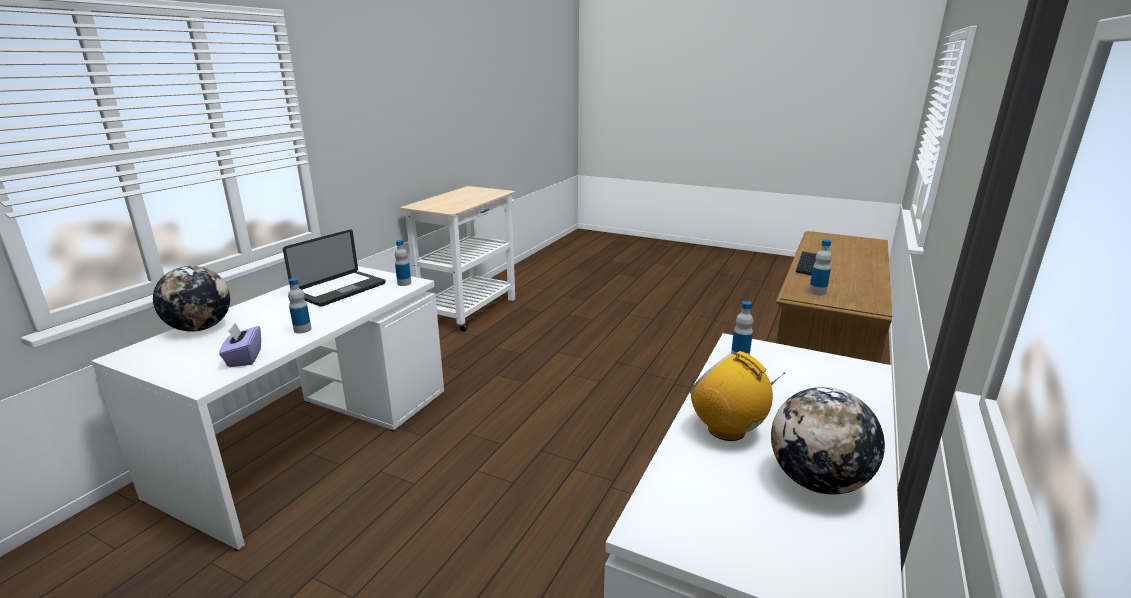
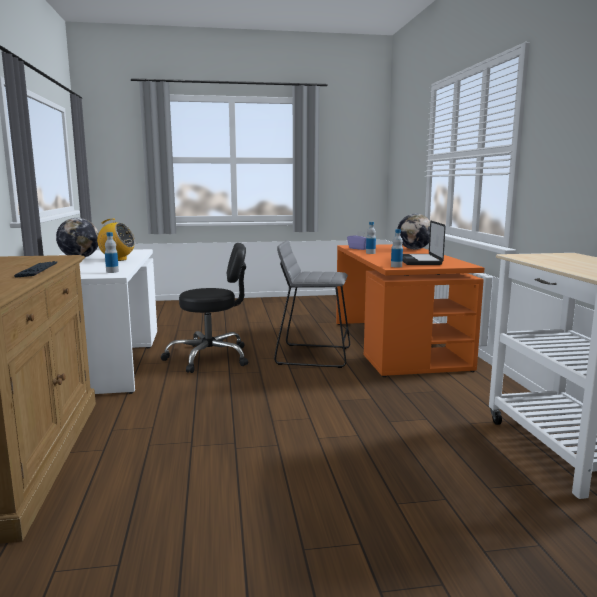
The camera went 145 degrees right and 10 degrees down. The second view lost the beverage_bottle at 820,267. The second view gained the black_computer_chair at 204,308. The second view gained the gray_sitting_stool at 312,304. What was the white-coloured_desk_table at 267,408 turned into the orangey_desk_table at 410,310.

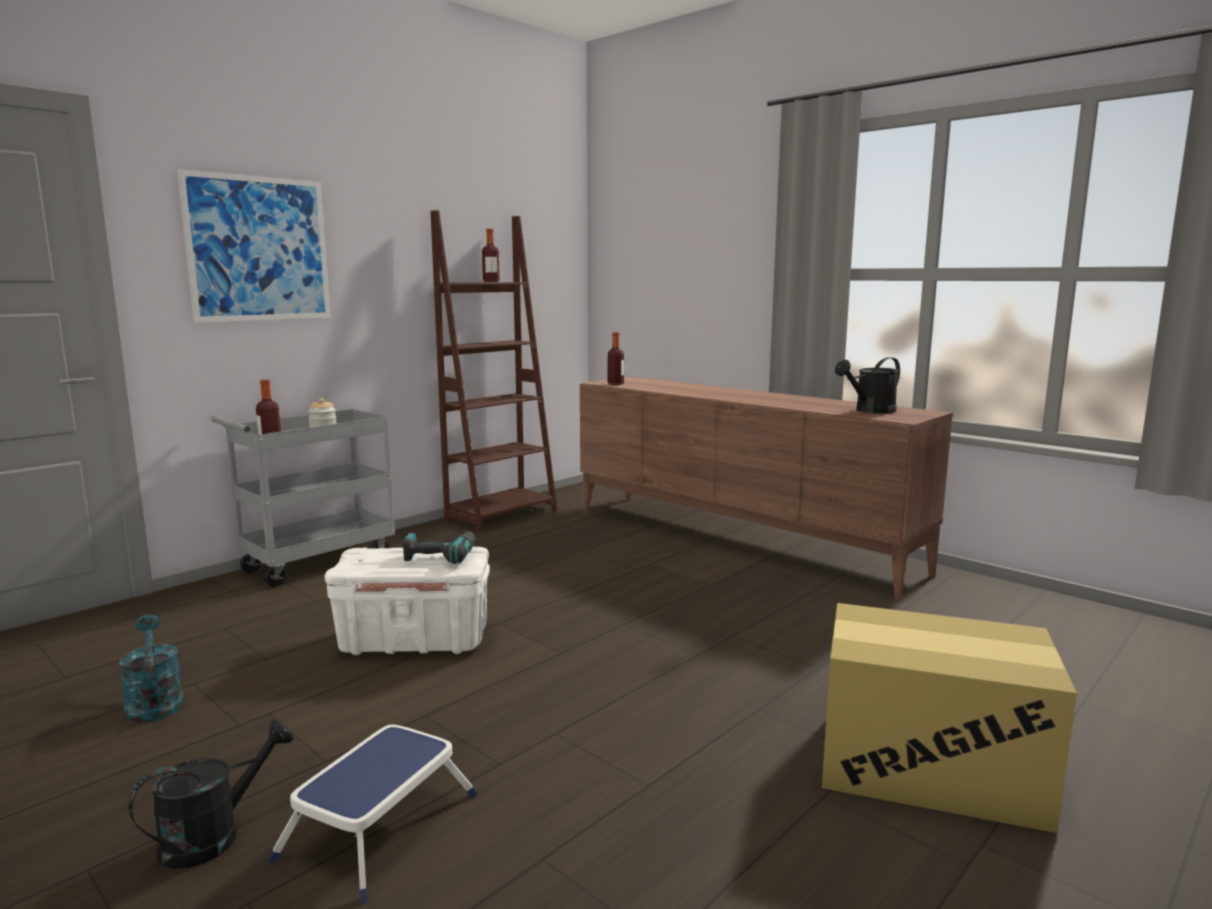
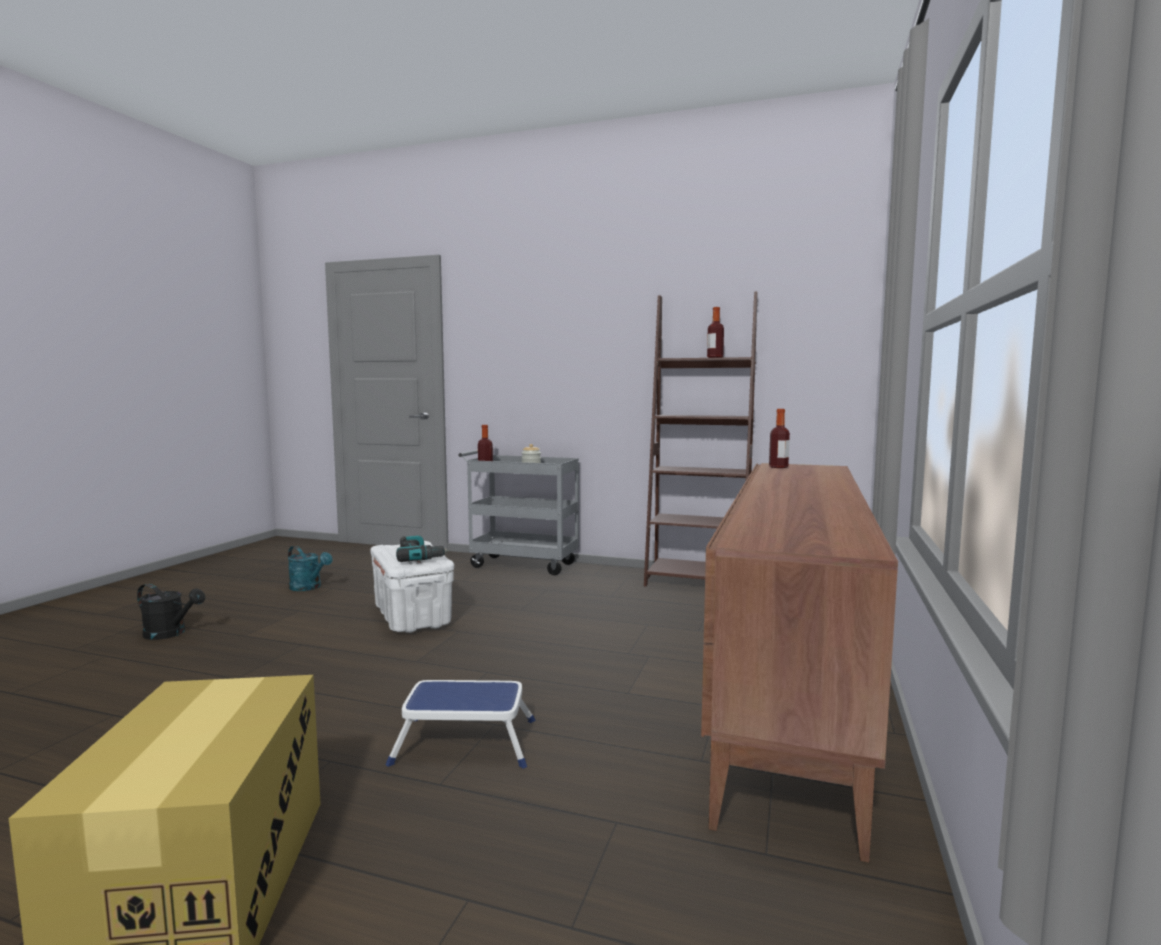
The camera went 65 degrees right and 5 degrees down. The second view lost the picture at 254,246. The second view lost the black_watering_pot at 867,385. The blue_stepladder ended up elsewhere, having gone from 373,814 to 461,724. The blue-green_watering_pot at 151,668 ended up facing another way, 90 degrees clockwise from before.

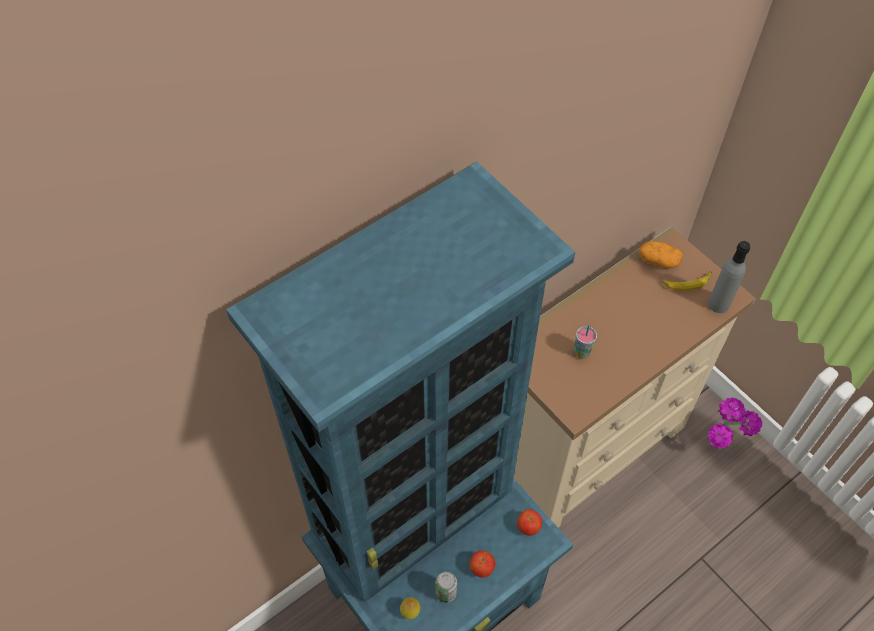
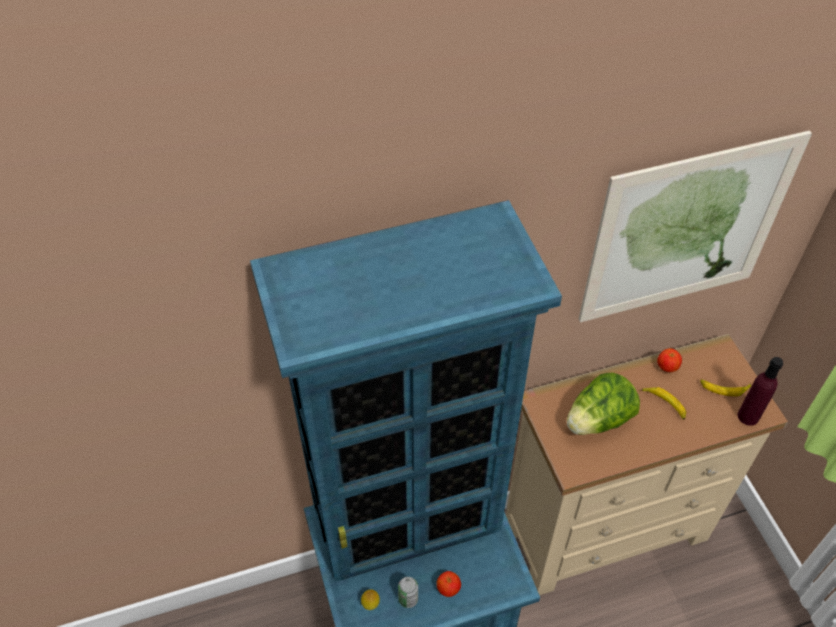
The camera went 20 degrees right and 5 degrees down. The second view lost the potato at 661,254. The second view lost the plant_in_a_pot at 735,423. The second view gained the picture at 695,226. The second view gained the whole_banana at 664,403. The whole_apple ended up elsewhere, having gone from 529,522 to 669,360. Where the drinking_cup stood at 585,342, the lettuce came to stand at 603,404. What was the gray_beverage_bottle at 729,277 turned into the purple_beverage_bottle at 760,391.

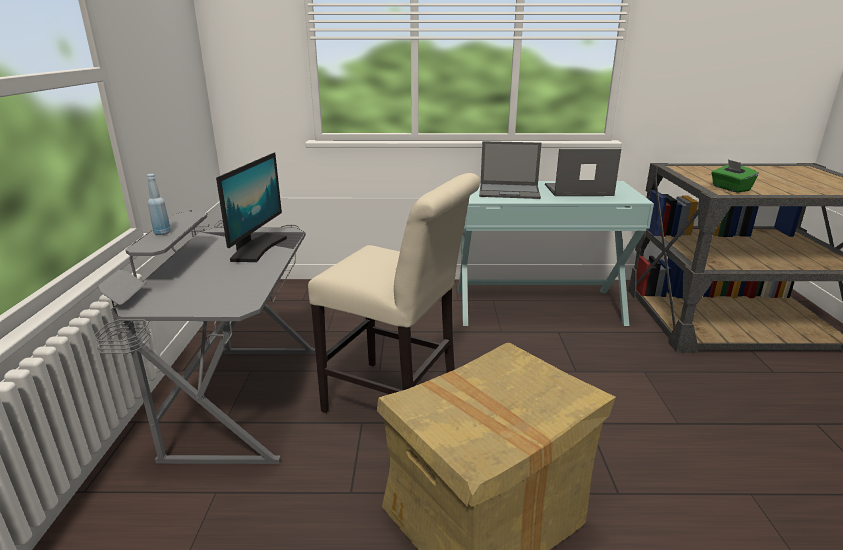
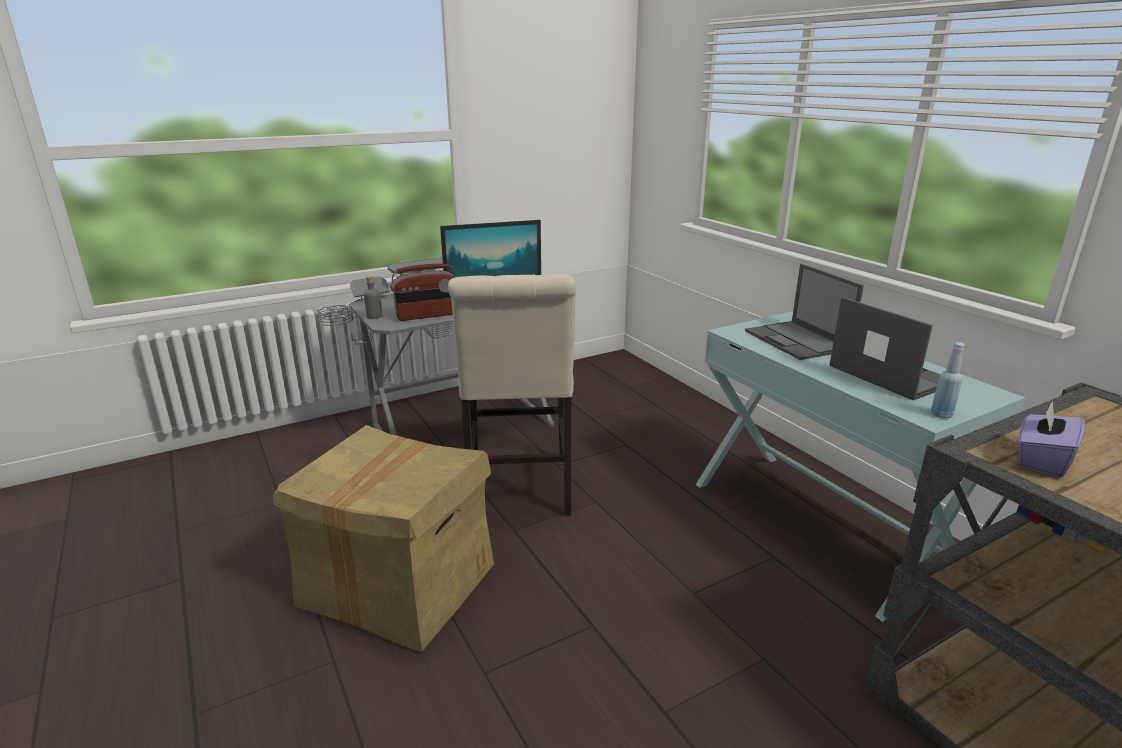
The camera went 60 degrees right and 0 degrees up. The second view gained the gray_beverage_bottle at 373,297. The second view gained the radio_receiver at 423,292. The blue_beverage_bottle ended up elsewhere, having gone from 159,204 to 948,380. What was the green_tissue_holder at 735,176 turned into the purple_tissue_holder at 1051,439.

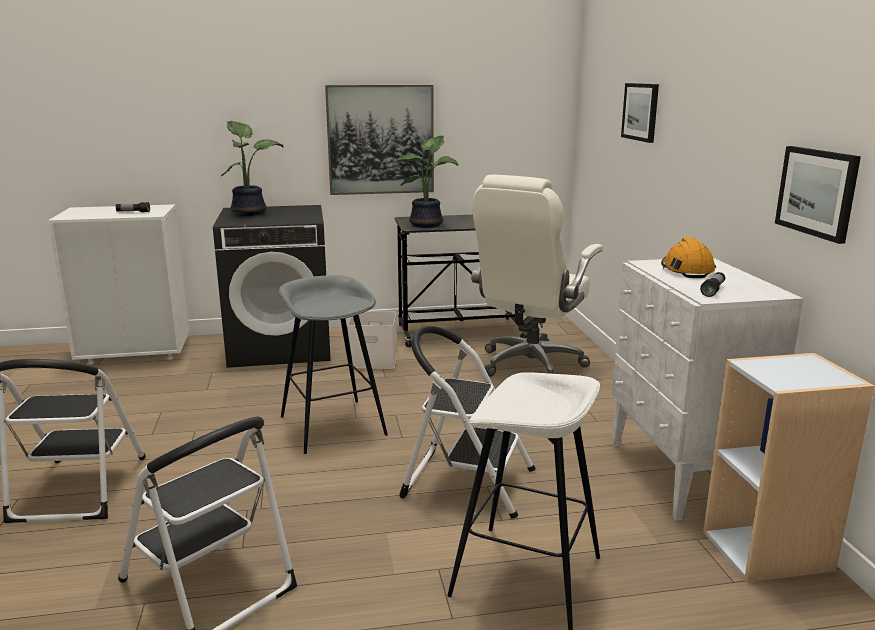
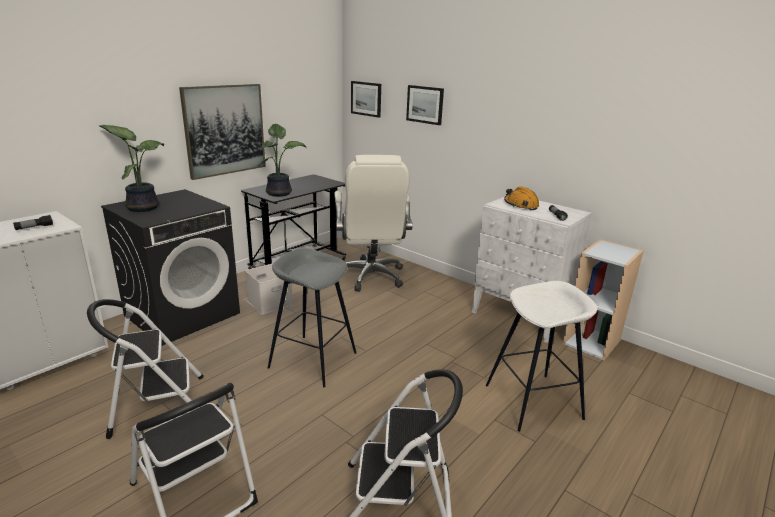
The camera went 40 degrees left and 5 degrees up. The stepladder ended up elsewhere, having gone from 467,422 to 145,369. The picture ended up elsewhere, having gone from 818,195 to 366,99.

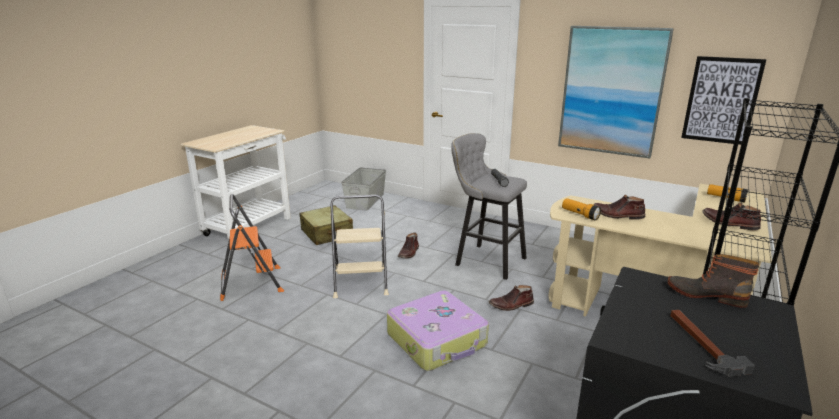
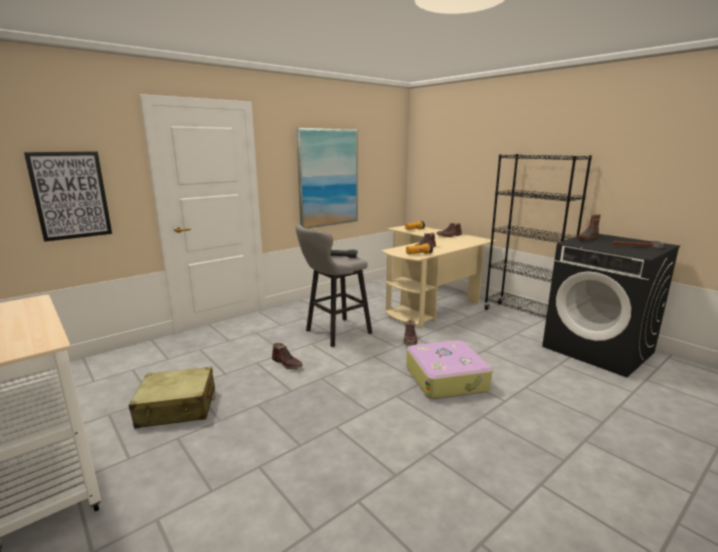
The camera went 70 degrees left and 5 degrees down. The second view lost the orangey_stepladder at 252,247. The second view lost the beige_stepladder at 359,246. The second view lost the gray_storage_container at 363,189. The picture ended up elsewhere, having gone from 723,100 to 68,196.

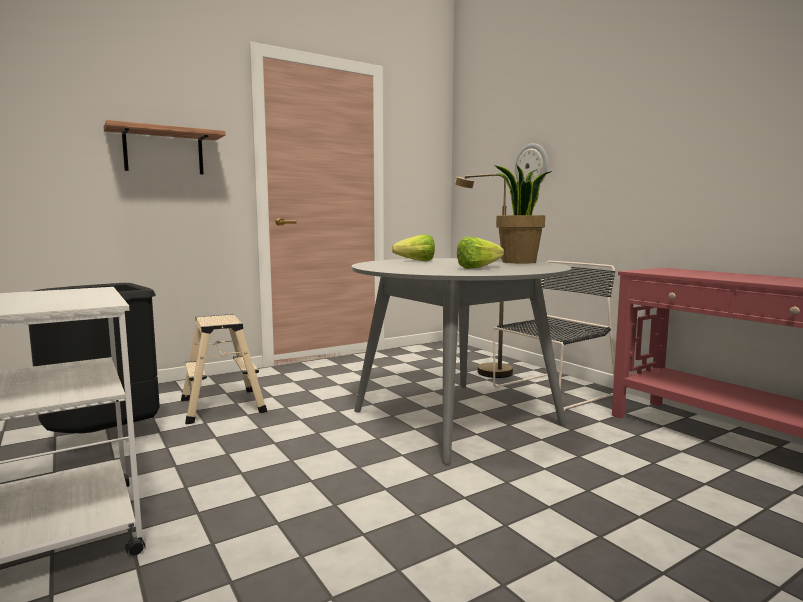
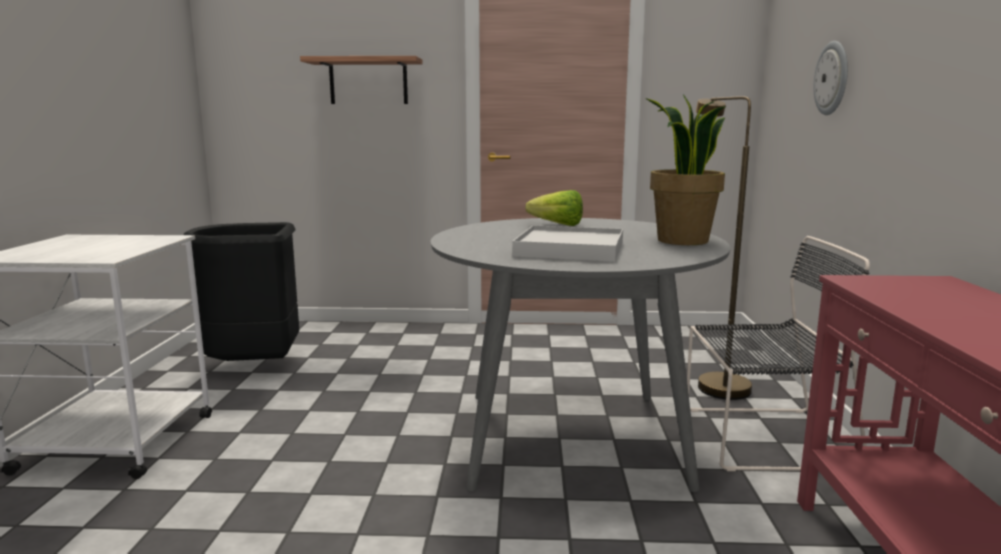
The camera went 35 degrees right and 5 degrees up. The second view lost the beige_stepladder at 224,369. Where the lettuce stood at 480,253, the white-coloured_tray came to stand at 567,243.

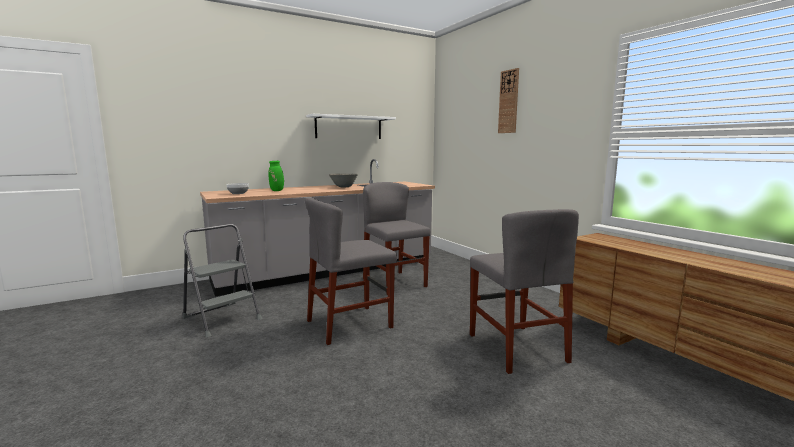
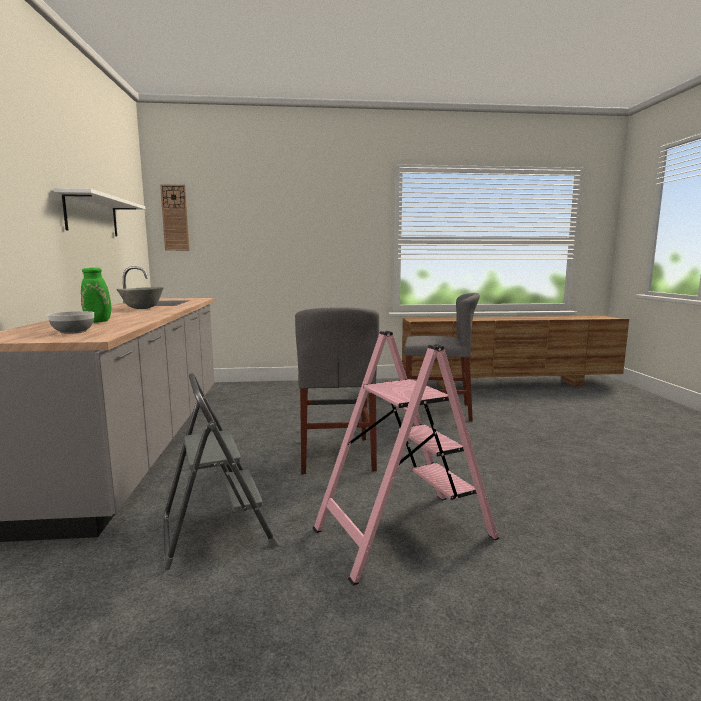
The camera went 65 degrees left and 0 degrees up. The second view lost the gray_upright_chair at 396,238. The second view gained the pinkish_stepladder at 406,458. The wall_clock ended up elsewhere, having gone from 508,100 to 175,217.

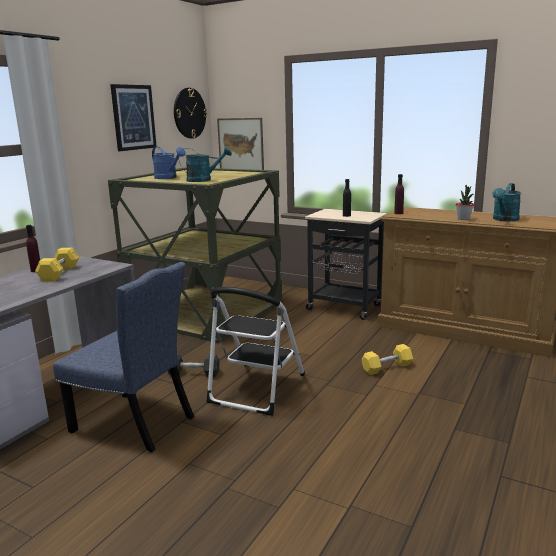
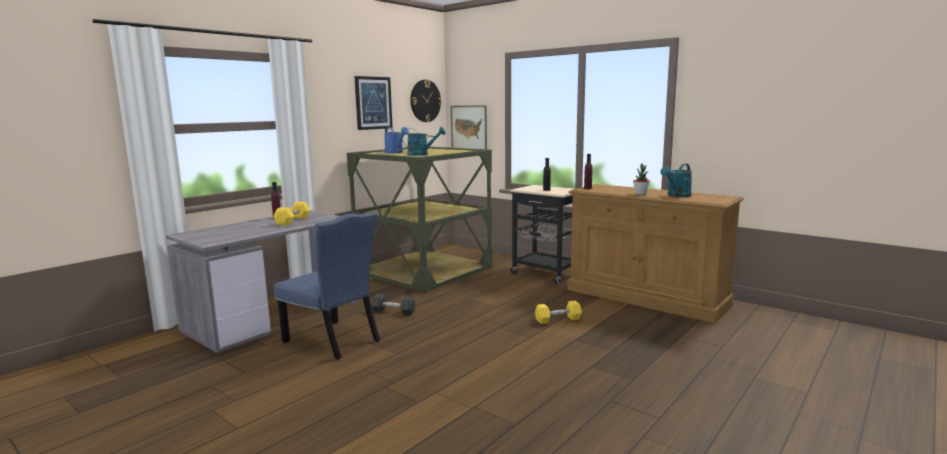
The camera went 10 degrees right and 5 degrees down. The second view lost the stepladder at 256,351.

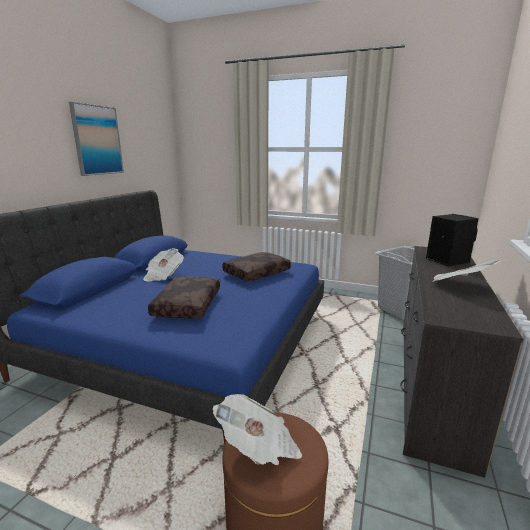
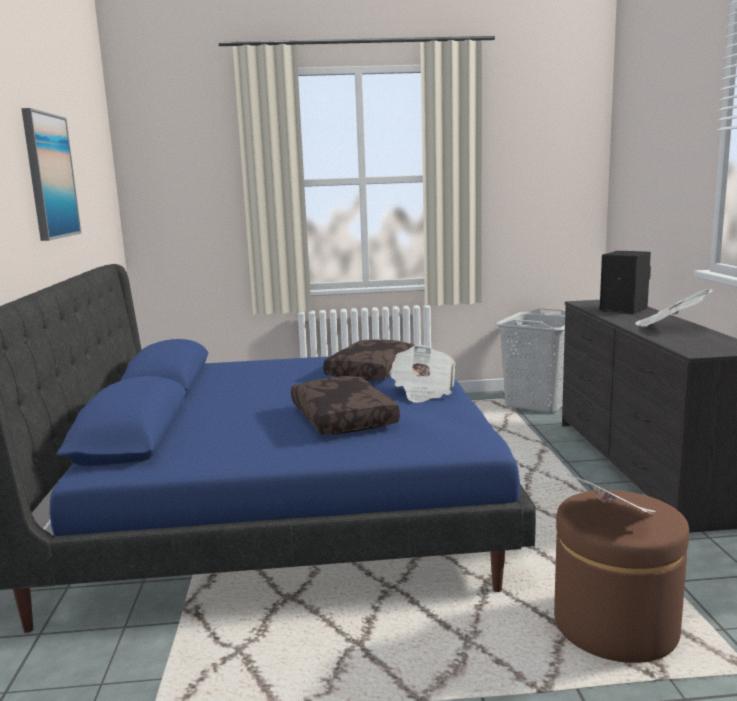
The camera went 25 degrees left and 5 degrees down. The daily_paper ended up elsewhere, having gone from 163,264 to 422,374.

